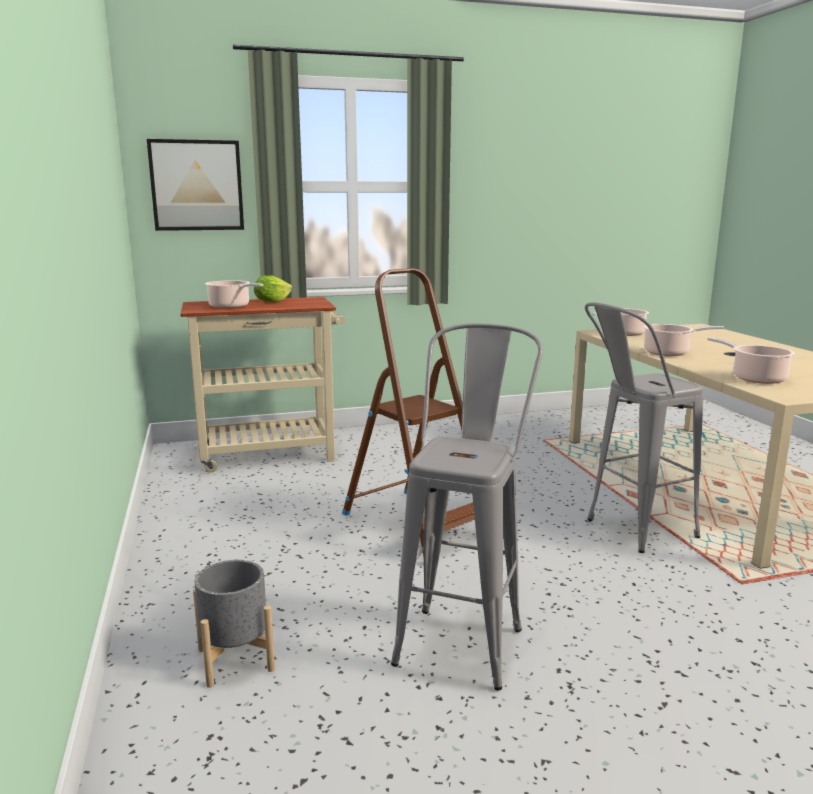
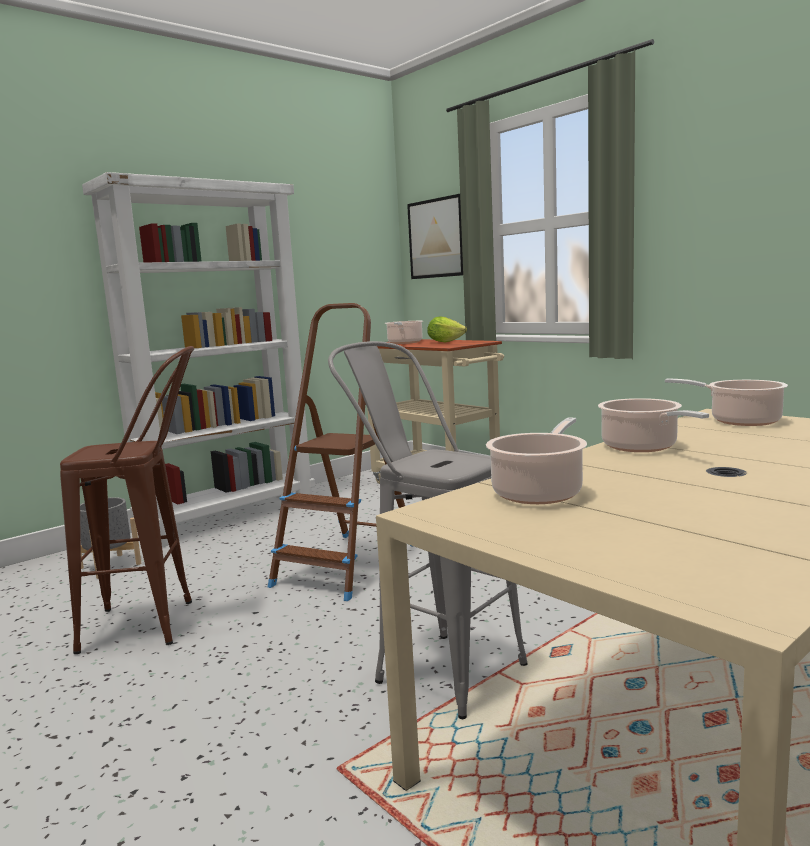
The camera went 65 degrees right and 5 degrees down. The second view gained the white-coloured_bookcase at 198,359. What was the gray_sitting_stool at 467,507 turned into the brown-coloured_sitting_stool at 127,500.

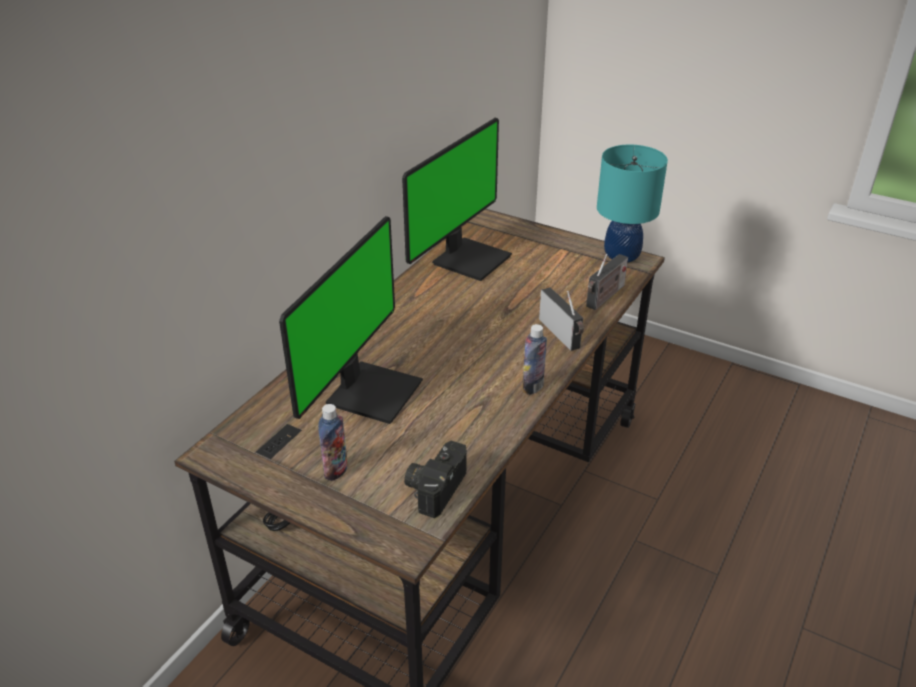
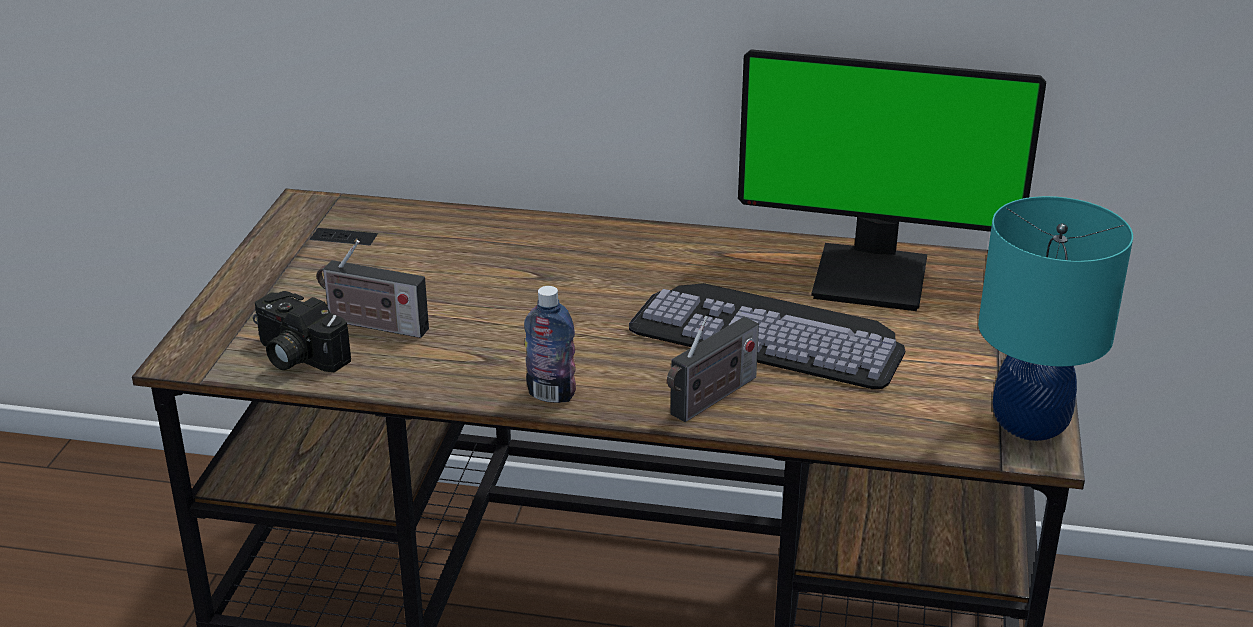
The camera went 70 degrees right and 5 degrees down. The second view lost the computer_display at 351,320. The second view lost the beverage_bottle at 333,442. The second view gained the computer_keyboard at 767,336. The radio_receiver ended up elsewhere, having gone from 607,282 to 373,289. The still_camera at 435,479 ended up facing another way, 150 degrees counterclockwise from before.

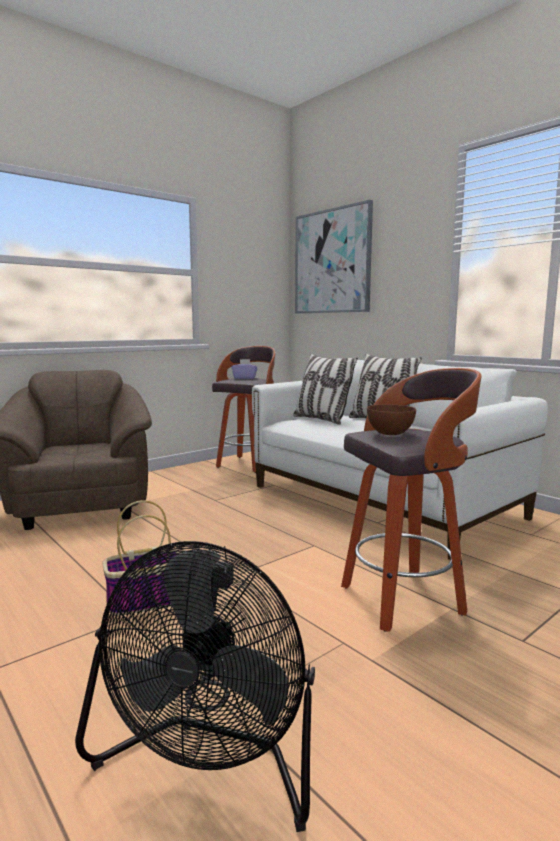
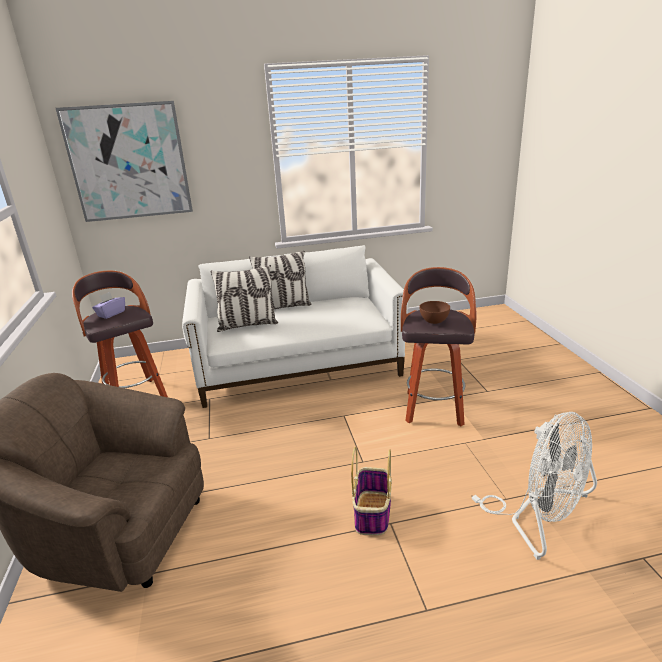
The camera went 60 degrees left and 15 degrees up. What was the black_cooling_fan at 195,686 turned into the white-coloured_cooling_fan at 534,486.

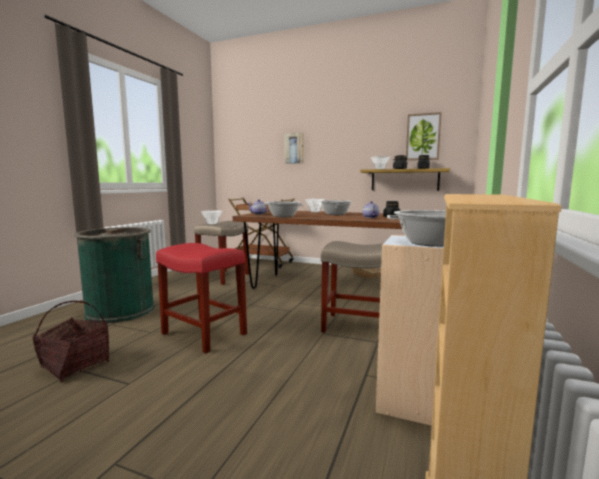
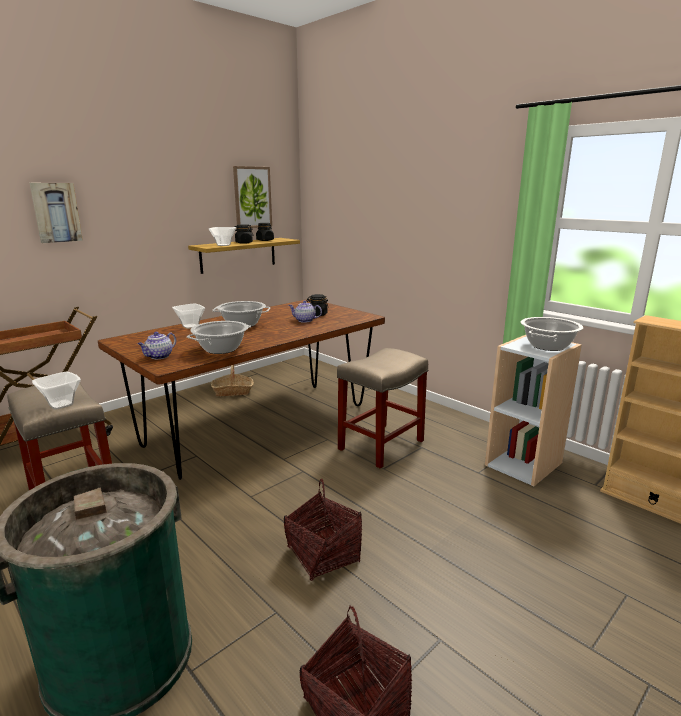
The camera went 65 degrees left and 10 degrees up. Where the reddish_sitting_stool stood at 201,298, the basket came to stand at 323,529.

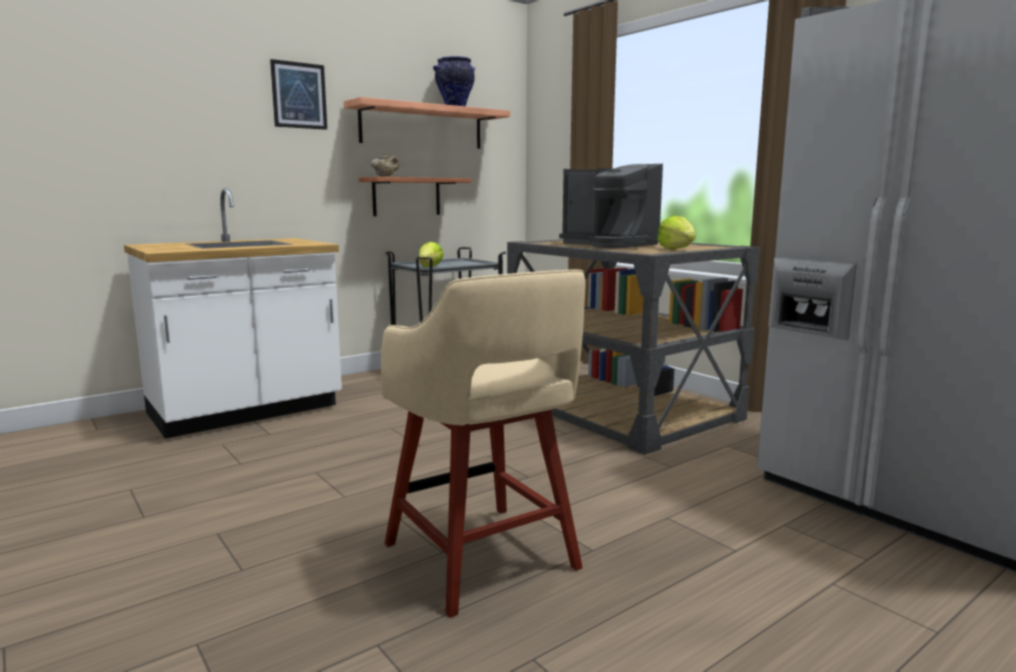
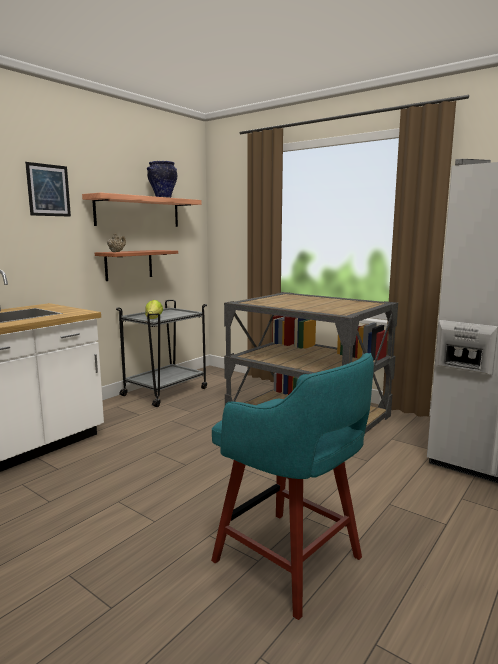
The camera went 15 degrees left and 0 degrees up. The second view lost the coffee_brewer at 611,206. The second view lost the lettuce at 676,232. What was the beige_sitting_stool at 483,444 turned into the blue-green_sitting_stool at 292,486.

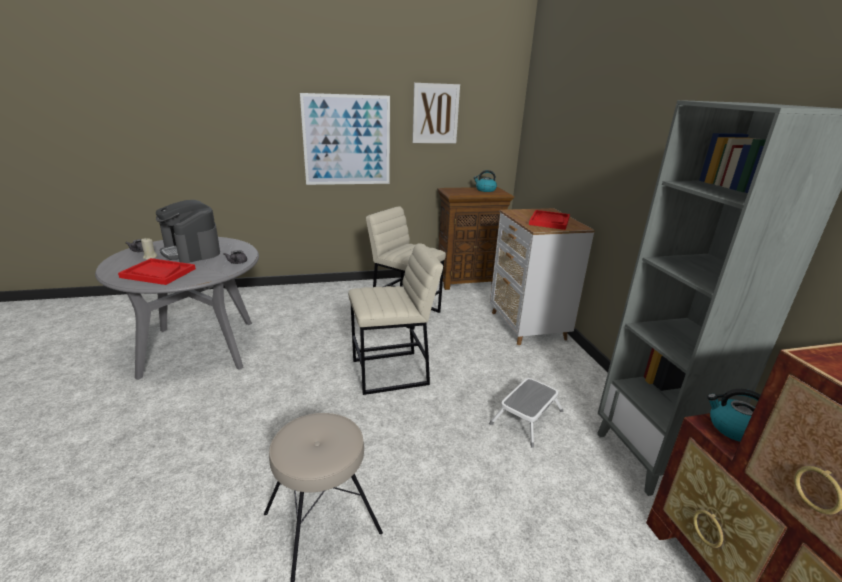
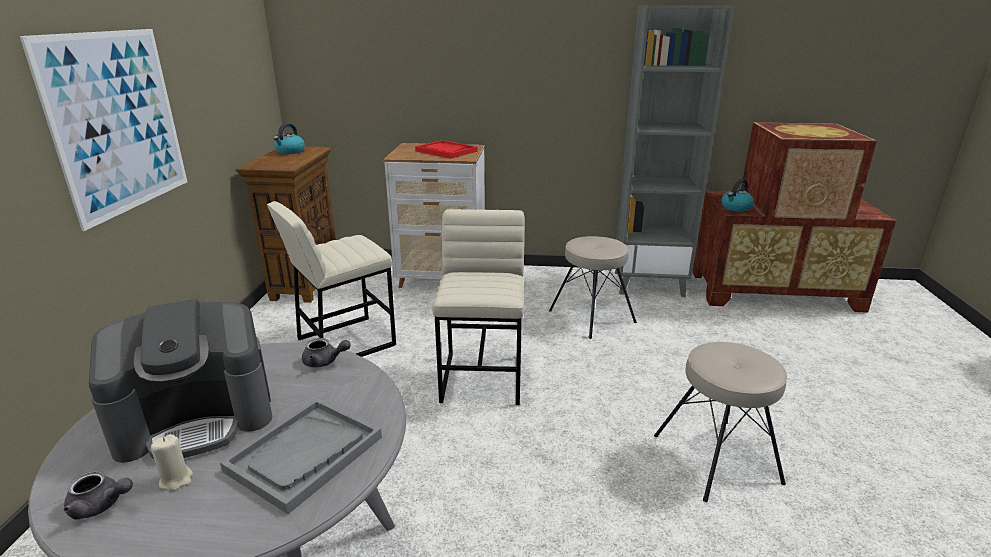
The camera went 70 degrees left and 0 degrees up. The second view lost the picture at 436,113. Where the gray_stepladder stood at 526,412, the beige_sitting_stool came to stand at 593,287. What was the reddish_tray at 157,271 turned into the gray_tray at 301,456.

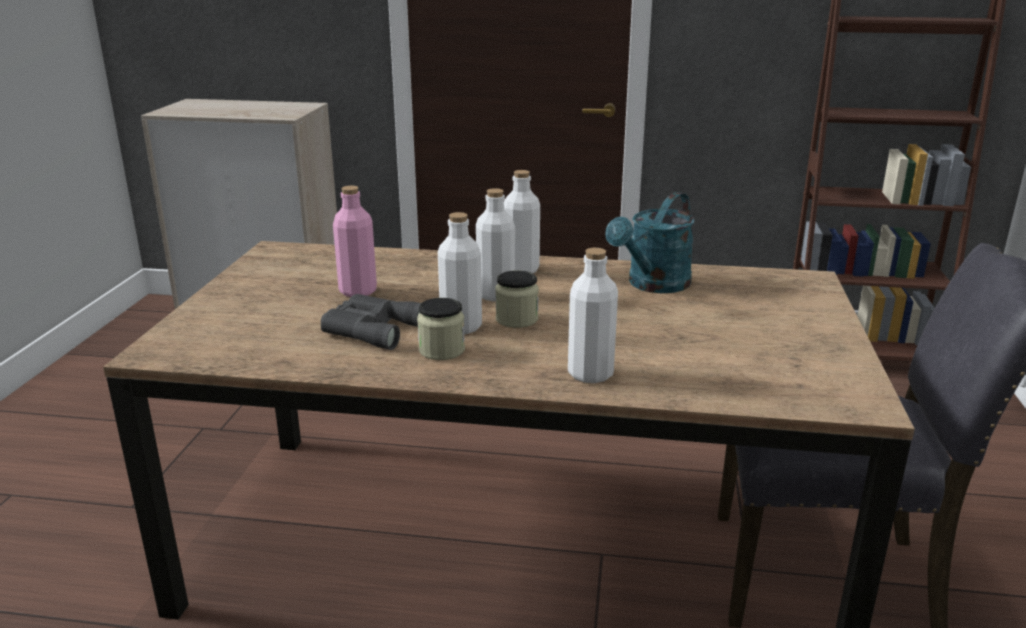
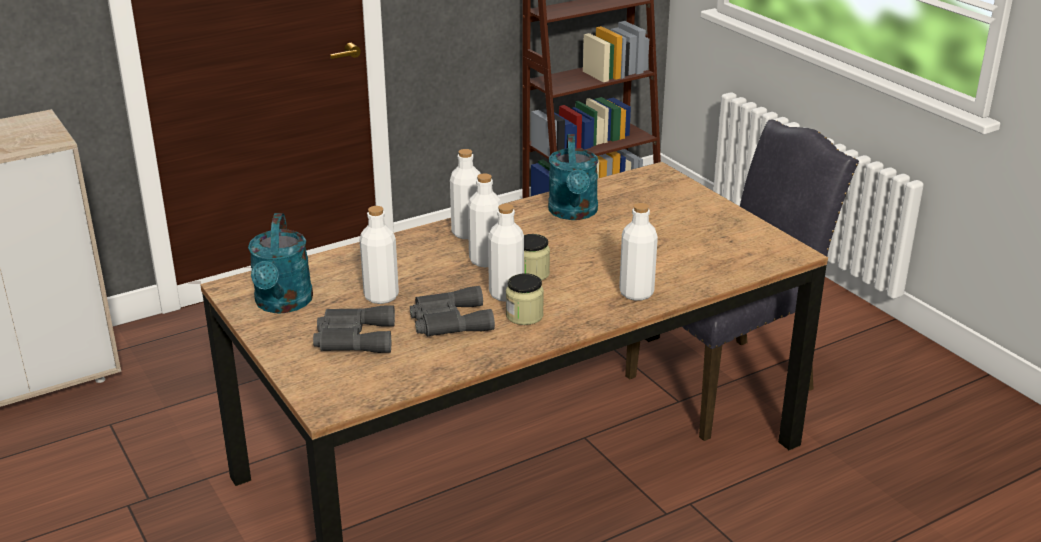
The camera went 40 degrees left and 5 degrees up. The second view gained the blue-green_watering_pot at 280,263. The second view gained the gray_pair_of_binoculars at 354,329. What was the pinkish_beverage_bottle at 355,241 turned into the white-coloured_beverage_bottle at 379,255.

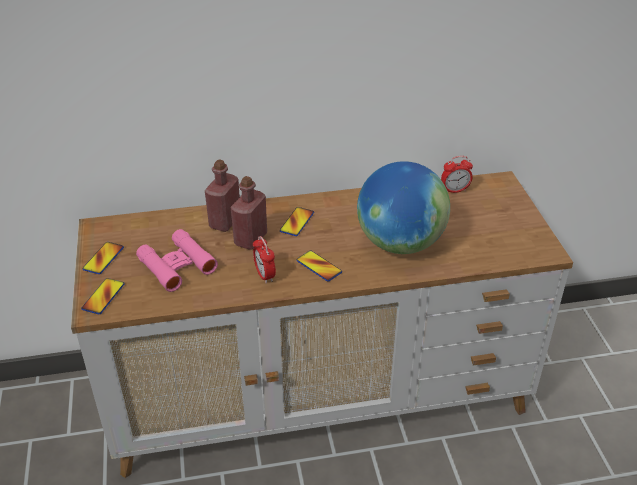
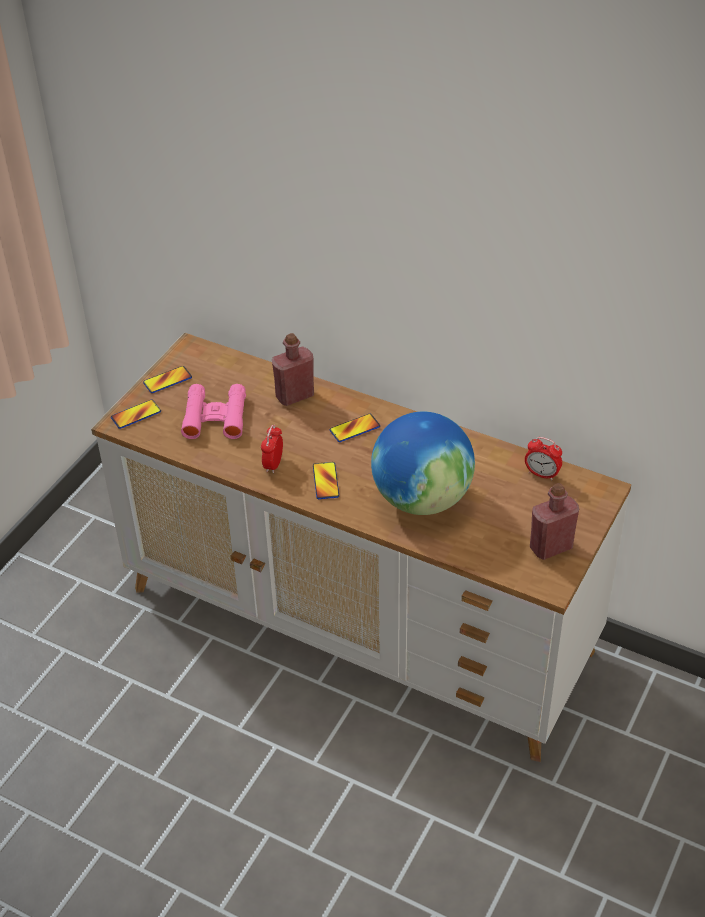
The camera went 40 degrees right and 5 degrees up. The reddish_beverage_bottle ended up elsewhere, having gone from 249,213 to 554,521.

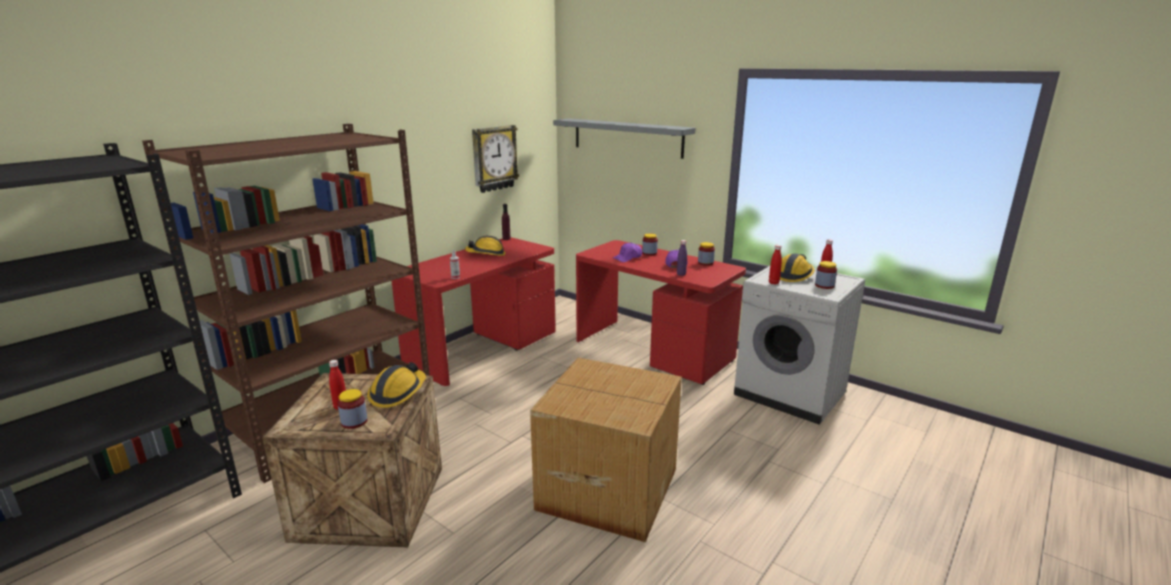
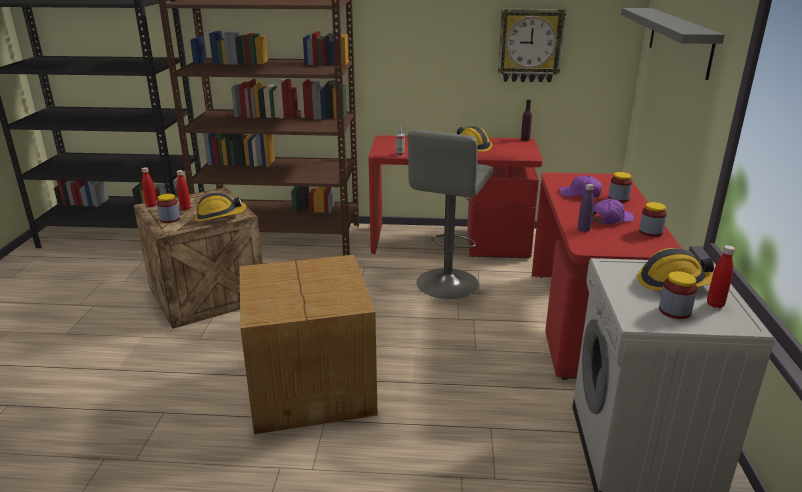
The camera went 55 degrees right and 5 degrees up. The second view gained the gray_sitting_stool at 450,214. The reddish_beverage_bottle ended up elsewhere, having gone from 775,265 to 149,187.

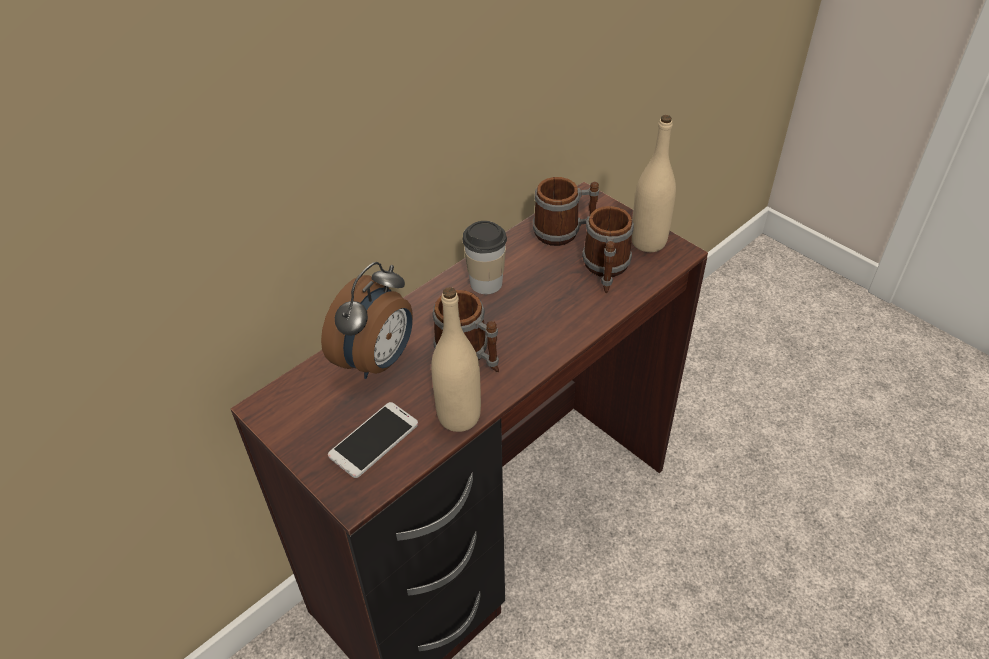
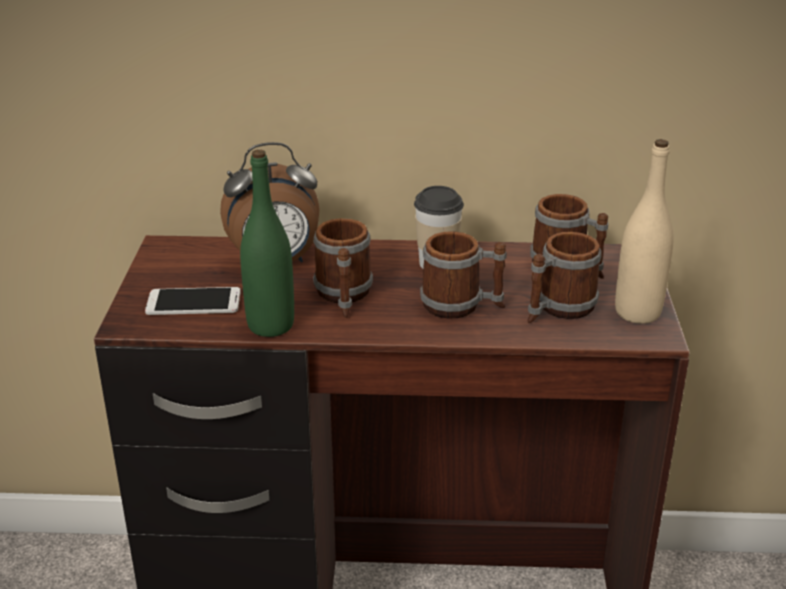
The camera went 45 degrees right and 15 degrees down. The second view gained the mug at 463,275. What was the beige_beverage_bottle at 456,359 turned into the green_beverage_bottle at 267,243.

